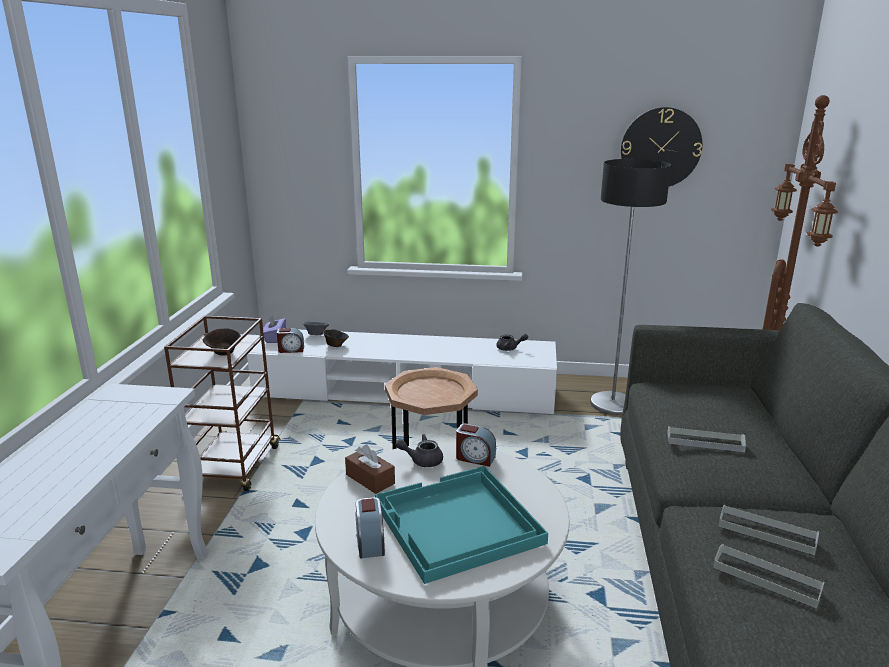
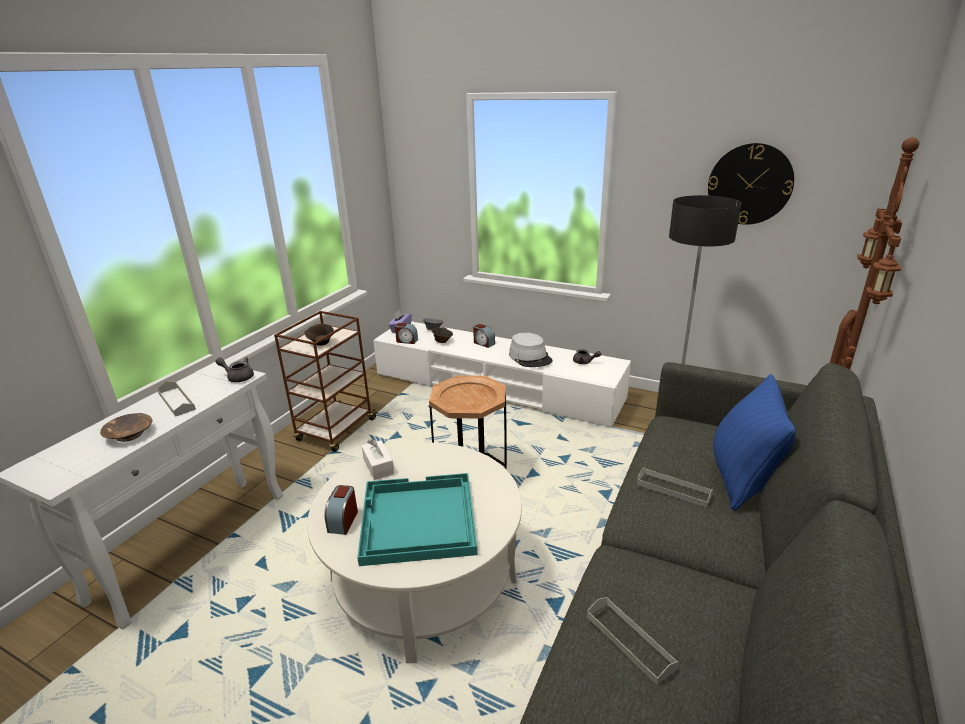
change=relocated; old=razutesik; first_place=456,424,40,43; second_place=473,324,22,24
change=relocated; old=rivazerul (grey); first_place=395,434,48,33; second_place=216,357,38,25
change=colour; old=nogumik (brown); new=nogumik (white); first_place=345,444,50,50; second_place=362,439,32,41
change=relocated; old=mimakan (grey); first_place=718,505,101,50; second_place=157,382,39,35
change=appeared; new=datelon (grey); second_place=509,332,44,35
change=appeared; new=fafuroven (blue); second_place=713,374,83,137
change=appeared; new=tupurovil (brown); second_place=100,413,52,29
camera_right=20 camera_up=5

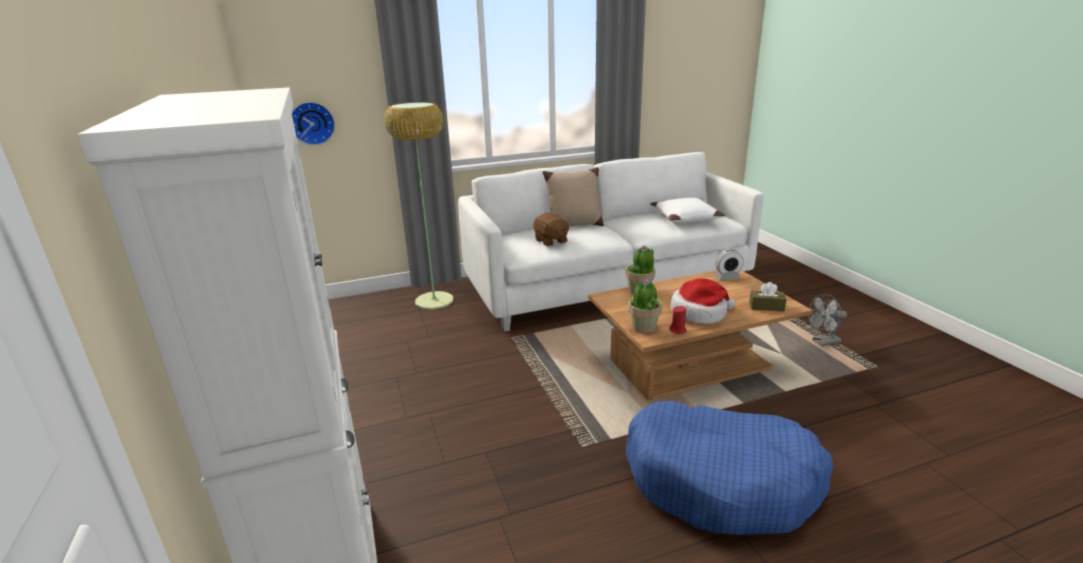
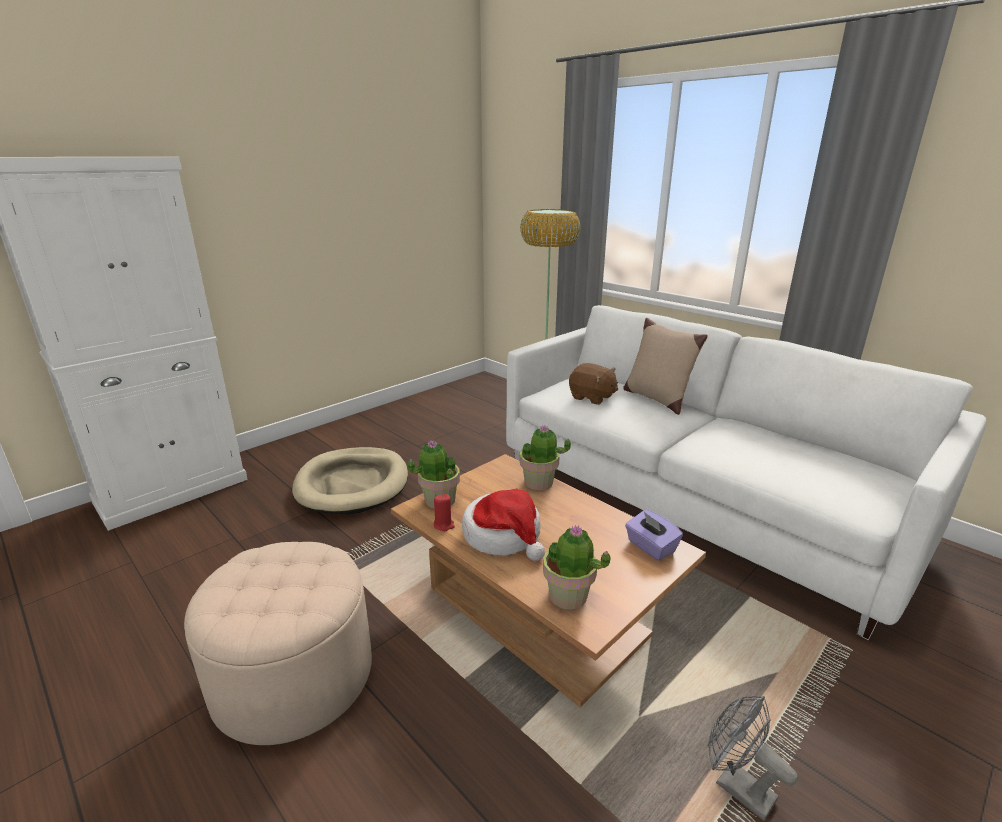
change=missing; old=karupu; first_place=292,102,43,43
change=missing; old=fafuroven (white); first_place=651,198,74,25
change=spun; old=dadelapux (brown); first_place=533,213,37,33; second_place=569,363,49,42; degrees=-90
change=exchanged; old=razutesik; new=nogumik (purple); first_place=715,249,29,31; second_place=625,510,58,51
change=exchanged; old=nogumik (brown); new=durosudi; first_place=749,282,38,30; second_place=543,525,67,85
change=exchanged; old=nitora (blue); new=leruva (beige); first_place=626,401,208,134; second_place=184,542,188,203
change=appeared; new=nitora (beige); second_place=292,447,116,67
camera_right=65 camera_up=0

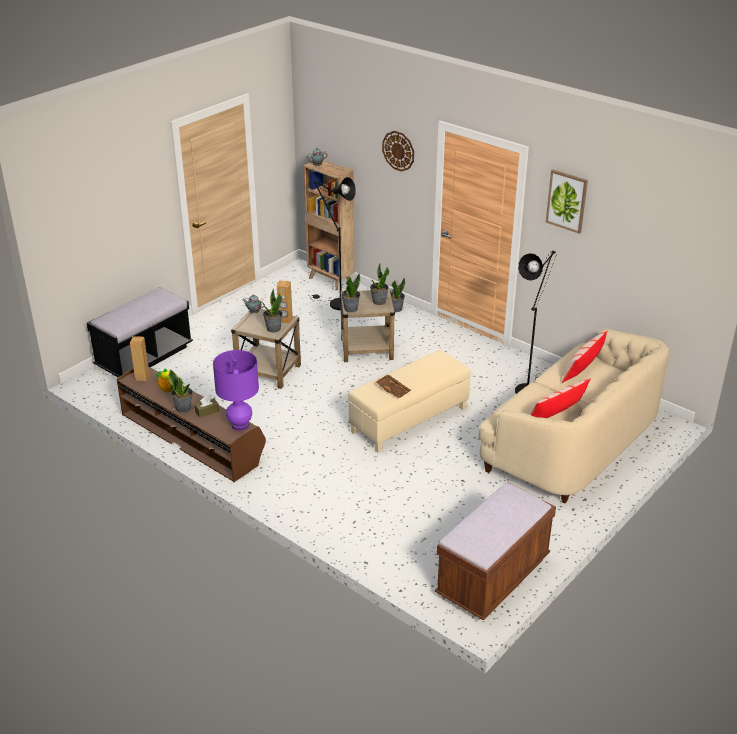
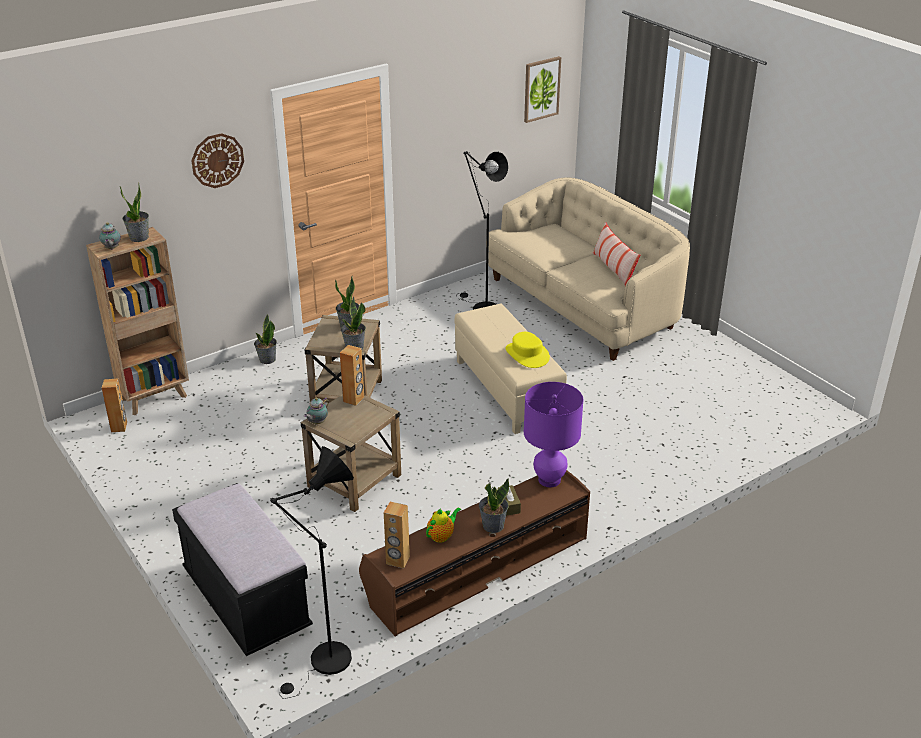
change=relocated; old=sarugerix; first_place=546,170,42,64; second_place=524,56,37,67
change=relocated; old=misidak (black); first_place=313,177,43,133; second_place=270,446,84,253
change=relocated; old=durosudi; first_place=263,289,19,43; second_place=120,182,29,60
change=missing; old=fafuroven; first_place=562,330,46,53
change=exchanged; old=mimakan (brown); new=datelon (yellow); first_place=376,374,35,24; second_place=506,332,44,36
change=missing; old=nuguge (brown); first_place=435,483,121,137
change=appeared; new=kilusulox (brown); second_place=102,378,25,54
camera_right=-75 camera_up=0

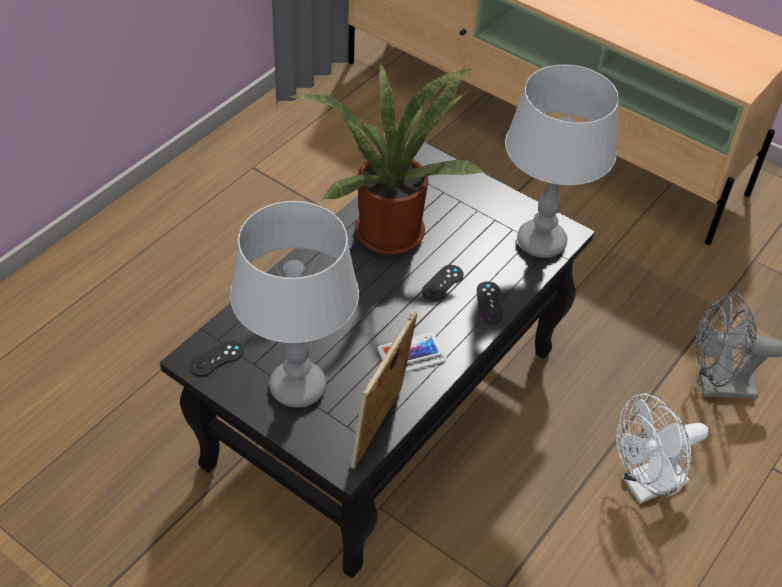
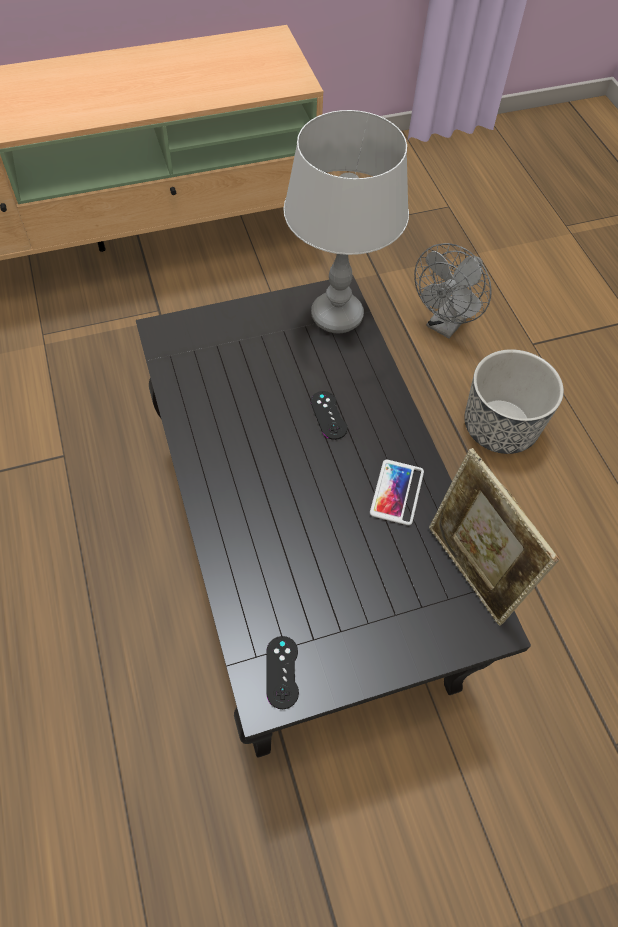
change=missing; old=durosudi; first_place=290,63,196,192
change=missing; old=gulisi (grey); first_place=230,201,129,207
change=missing; old=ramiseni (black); first_place=477,281,26,43
change=exchanged; old=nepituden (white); new=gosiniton; first_place=616,393,93,111; second_place=464,349,100,105
camera_right=-55 camera_up=10

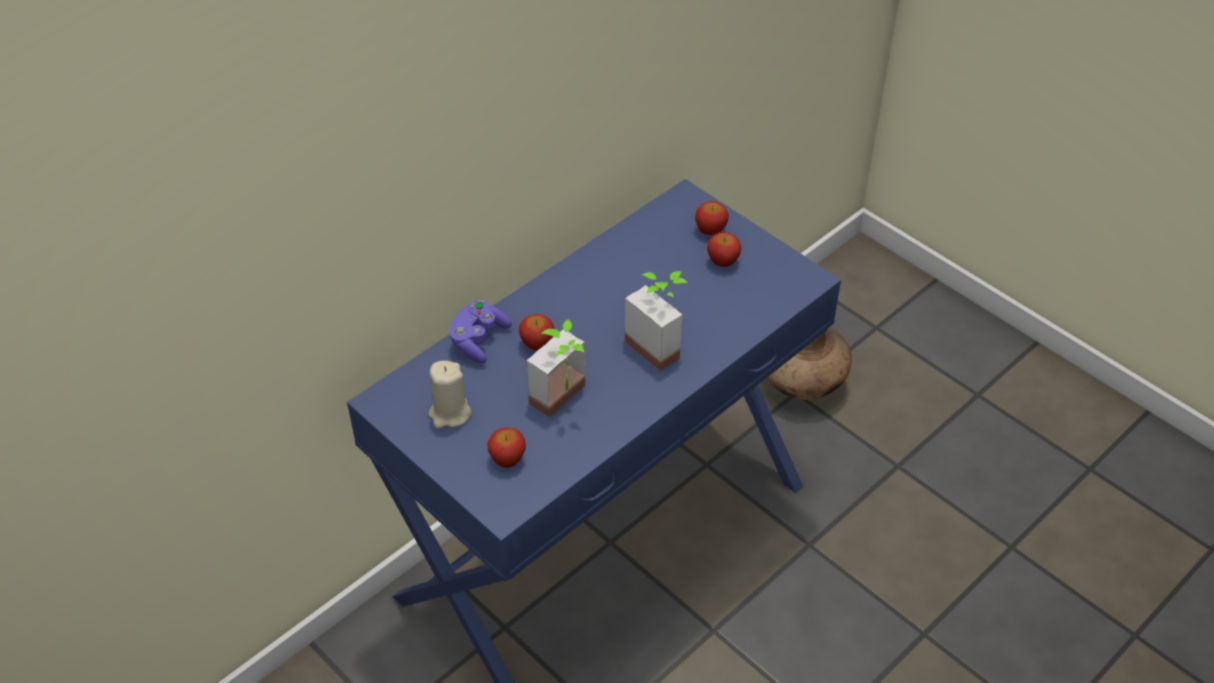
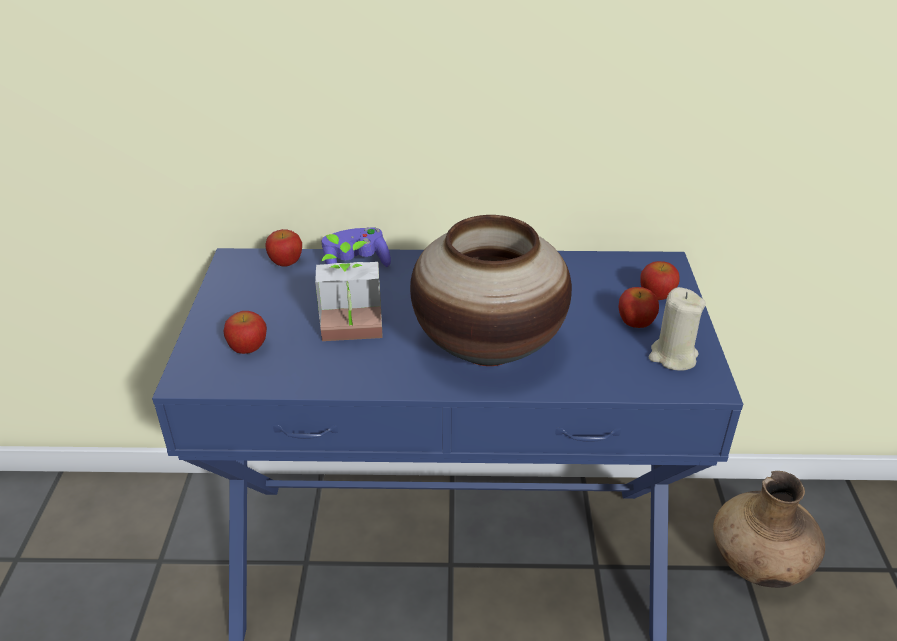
change=exchanged; old=durosudi; new=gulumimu; first_place=625,271,62,100; second_place=410,215,162,151
change=relocated; old=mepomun; first_place=519,314,35,36; second_place=265,229,37,38
change=relocated; old=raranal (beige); first_place=429,360,43,68; second_place=649,287,57,84
camera_right=45 camera_up=-10

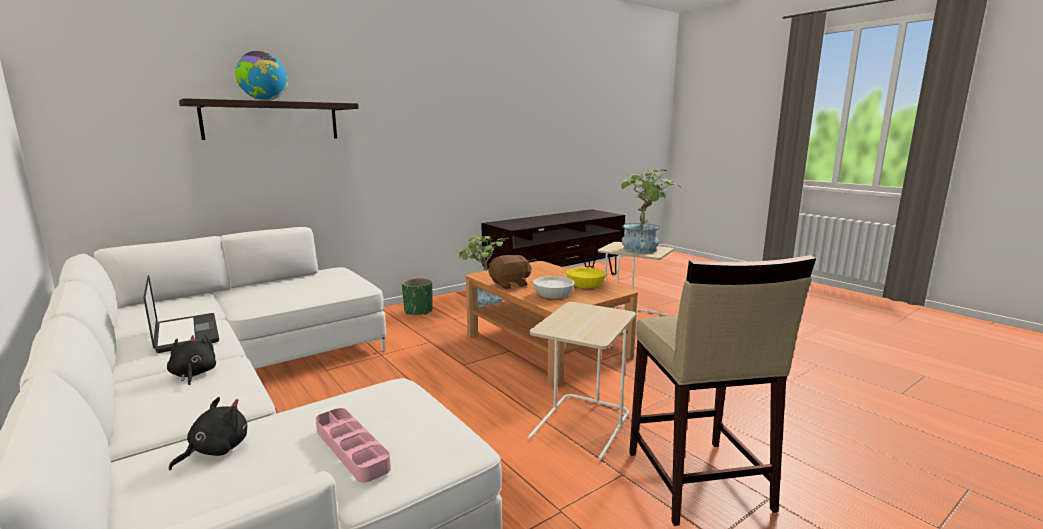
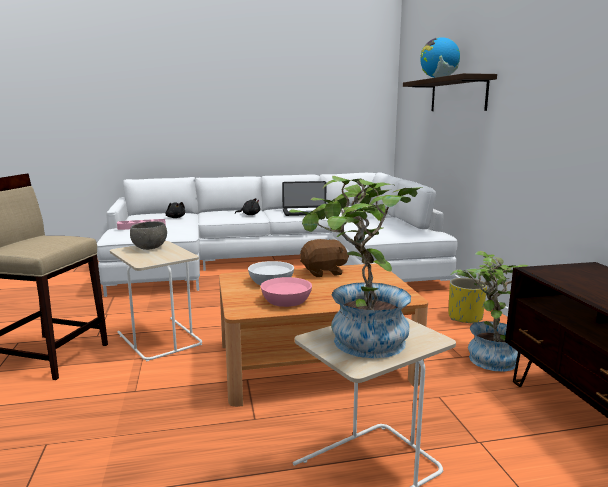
change=spun; old=dadelapux (brown); first_place=489,255,43,34; second_place=300,239,49,38; degrees=-105
change=colour; old=tupurovil (yellow); new=tupurovil (pink); first_place=567,268,39,20; second_place=261,277,51,30
change=colour; old=gosiniton (green); new=gosiniton (yellow); first_place=402,278,30,37; second_place=448,278,39,46
change=appeared; new=tupurovil (grey); second_place=130,221,37,29
camera_right=115 camera_up=0

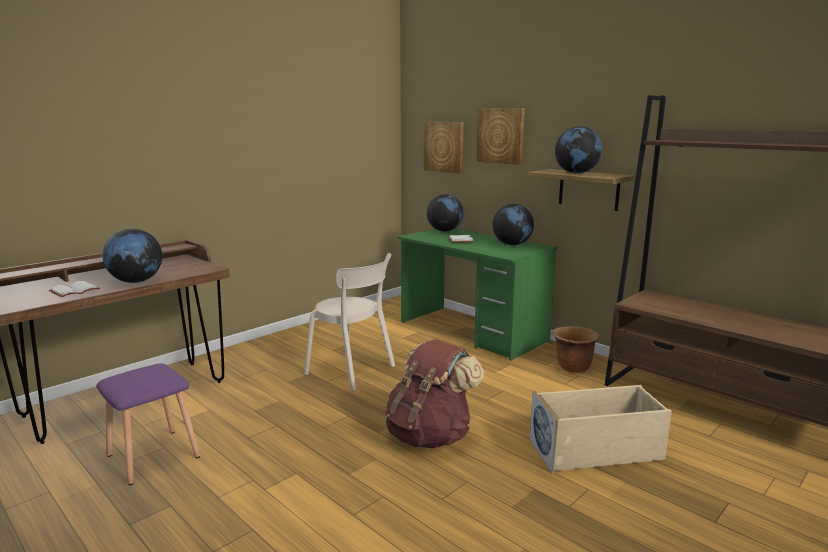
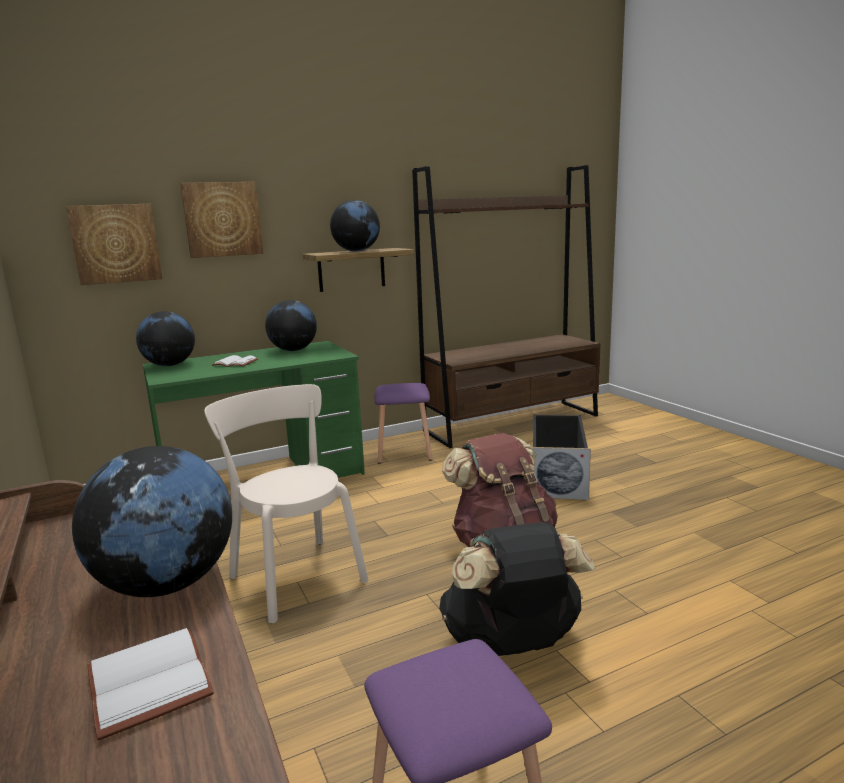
change=spun; old=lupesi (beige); first_place=304,253,91,138; second_place=204,384,164,240; degrees=-90
change=exchanged; old=gosiniton (brown); new=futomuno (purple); first_place=553,326,46,47; second_place=374,383,59,81
change=colour; old=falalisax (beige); new=falalisax (black); first_place=530,385,142,89; second_place=532,414,59,86
change=appeared; new=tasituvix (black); second_place=439,522,156,134
camera_right=-70 camera_up=0

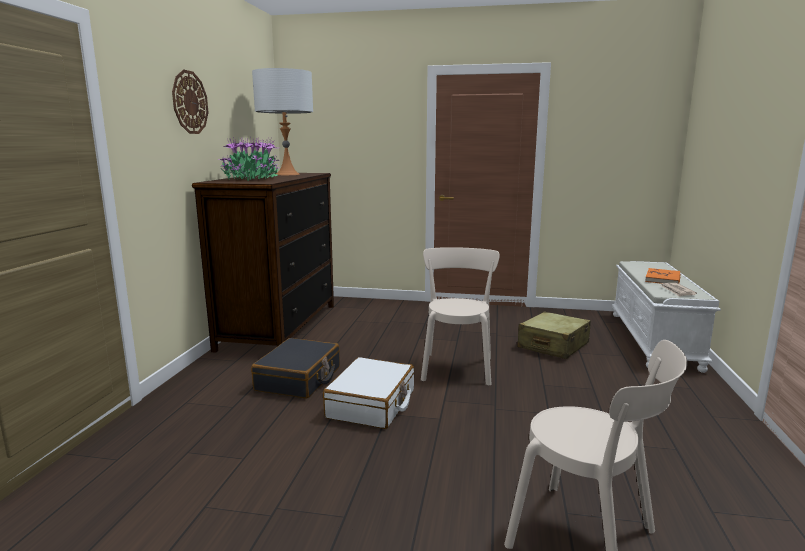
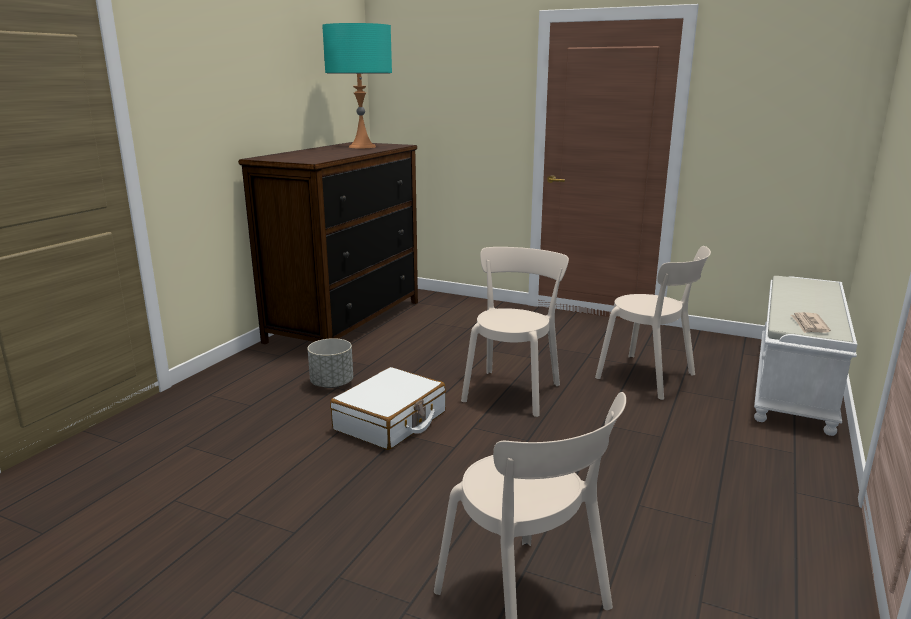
change=colour; old=gulisi (white); new=gulisi (turquoise); first_place=252,68,61,107; second_place=322,23,70,125
change=missing; old=karupu; first_place=172,70,37,64
change=missing; old=durosudi; first_place=218,137,62,44
change=missing; old=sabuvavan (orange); first_place=645,268,36,16
change=exchanged; old=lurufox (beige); new=lupesi (beige); first_place=517,311,74,48; second_place=595,246,116,154
change=exchanged; old=lurufox (black); new=gosiniton (grey); first_place=251,338,89,61; second_place=308,338,45,50
camera_right=15 camera_up=5

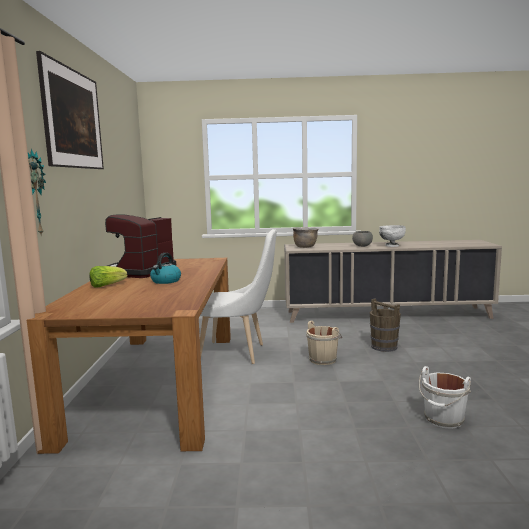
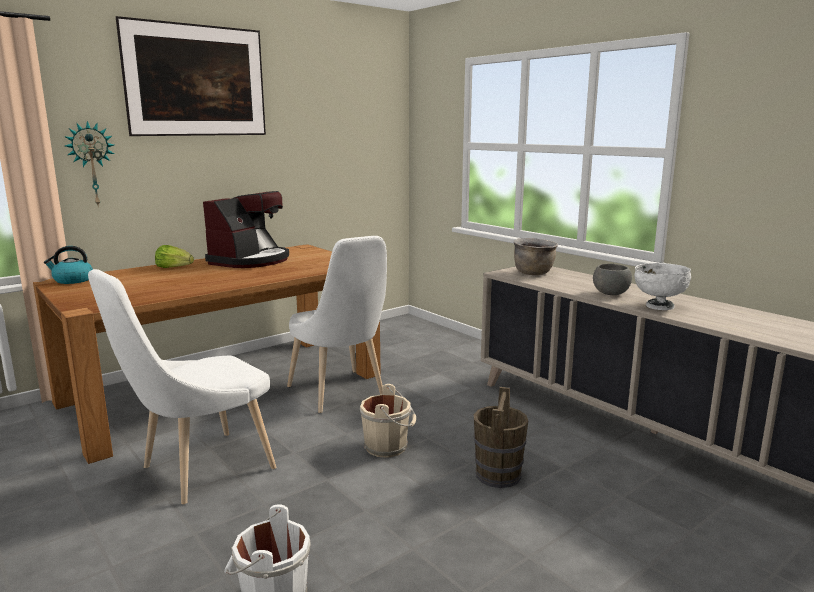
change=spun; old=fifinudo; first_place=105,215,71,63; second_place=203,191,86,77; degrees=135
change=relocated; old=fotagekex; first_place=150,253,31,31; second_place=44,246,49,38
change=appeared; new=lupesi (white); second_place=88,269,188,235
camera_right=50 camera_up=5

